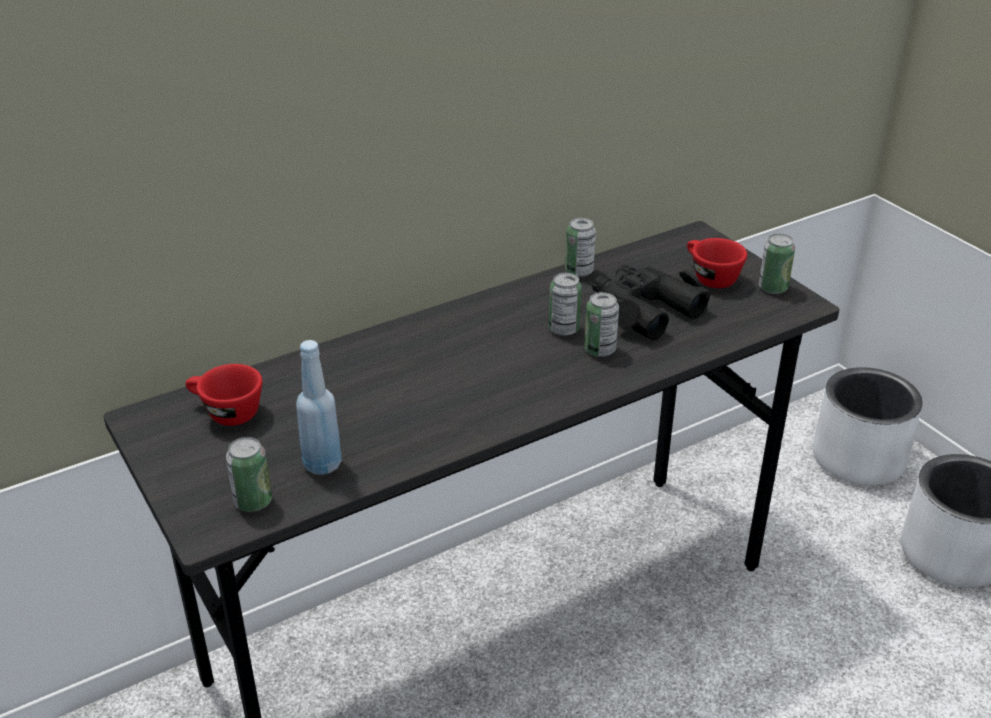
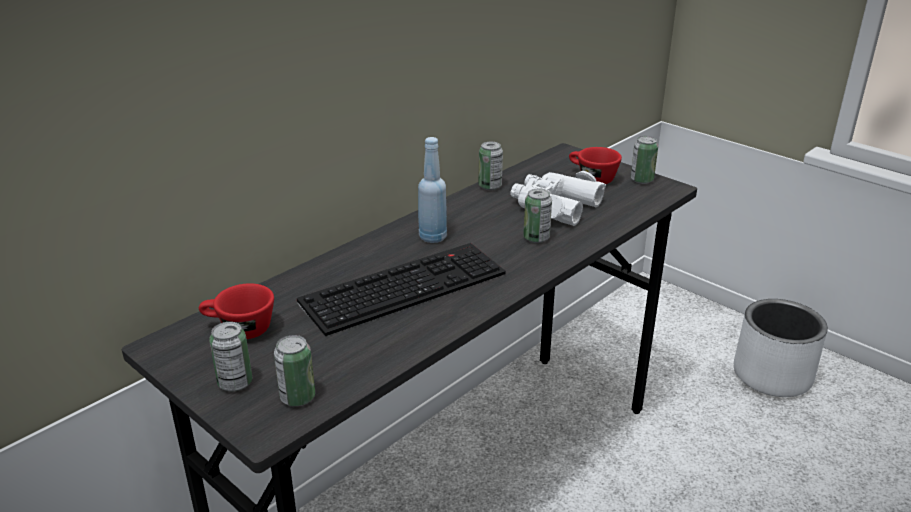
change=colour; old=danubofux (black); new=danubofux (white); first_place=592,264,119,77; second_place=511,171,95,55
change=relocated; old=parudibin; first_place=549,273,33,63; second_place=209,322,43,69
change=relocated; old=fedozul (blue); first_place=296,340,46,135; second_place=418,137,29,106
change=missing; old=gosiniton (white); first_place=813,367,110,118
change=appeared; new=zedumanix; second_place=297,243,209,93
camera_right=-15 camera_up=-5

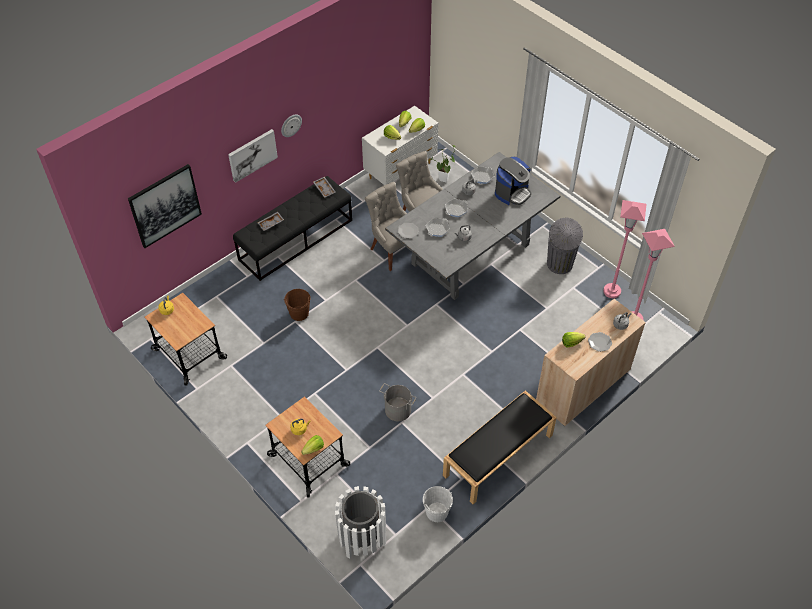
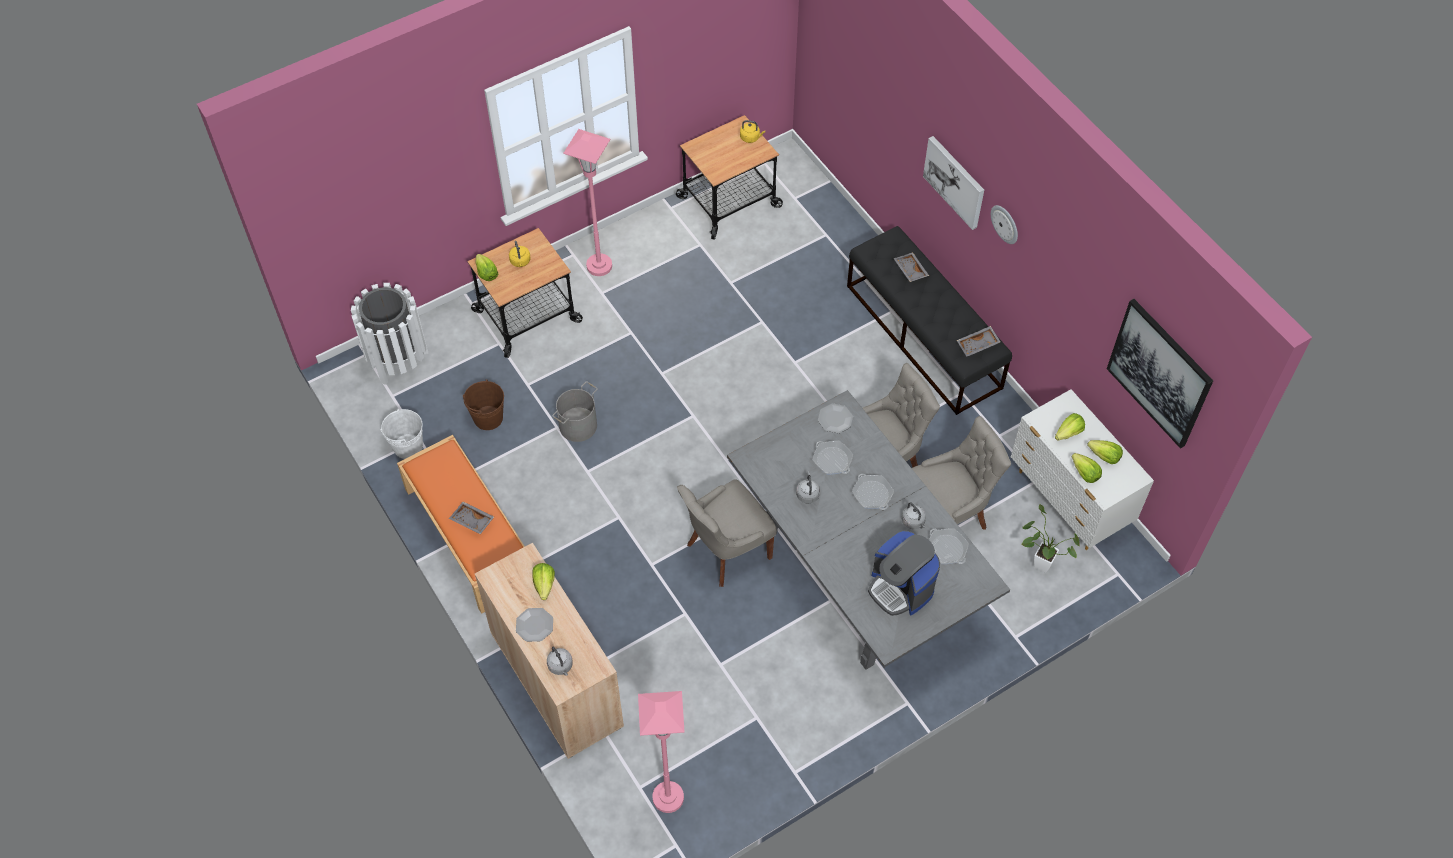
change=relocated; old=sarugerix; first_place=128,164,74,84; second_place=1107,299,106,150
change=relocated; old=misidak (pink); first_place=603,200,44,98; second_place=563,129,49,147
change=missing; old=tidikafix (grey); first_place=547,218,36,56
change=relocated; old=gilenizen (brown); first_place=284,289,27,32; second_place=463,379,41,51
change=colour; old=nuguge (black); new=nuguge (orange); first_place=443,390,114,114; second_place=397,435,128,179
change=appeared; new=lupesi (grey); second_place=677,479,99,108
change=appeared; new=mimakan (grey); second_place=449,502,45,32
camera_right=100 camera_up=5

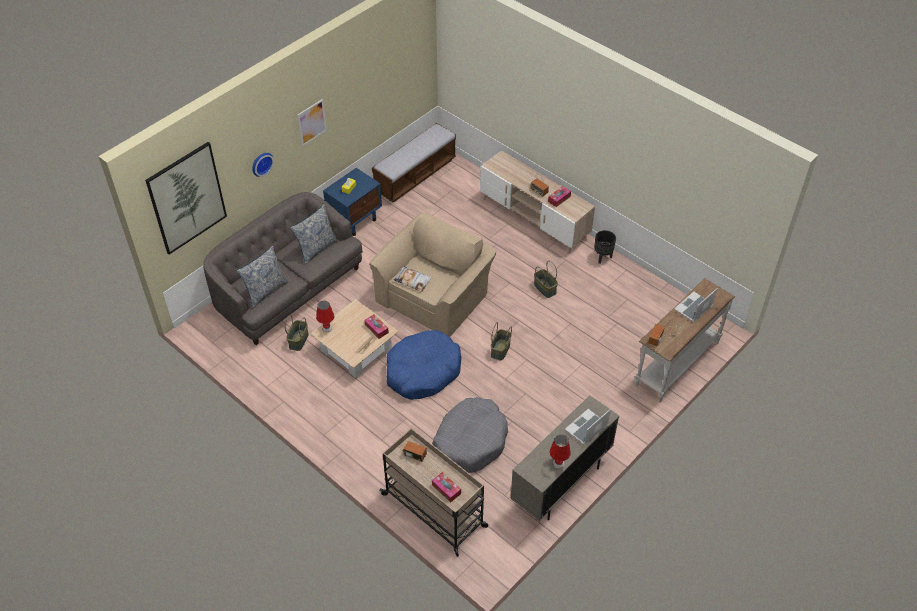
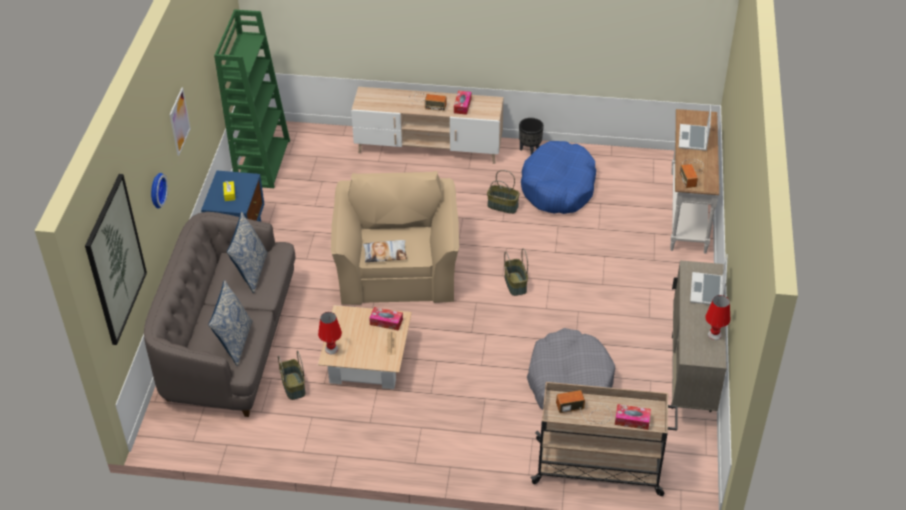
change=exchanged; old=nuguge; new=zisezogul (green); first_place=372,123,84,79; second_place=214,9,76,179
change=relocated; old=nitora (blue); first_place=387,330,74,70; second_place=521,141,75,73
camera_right=-35 camera_up=-5

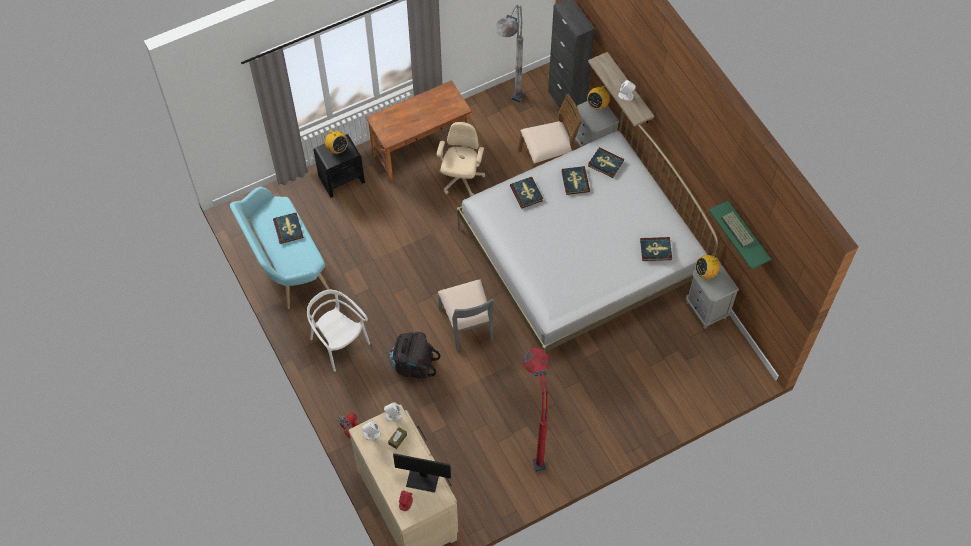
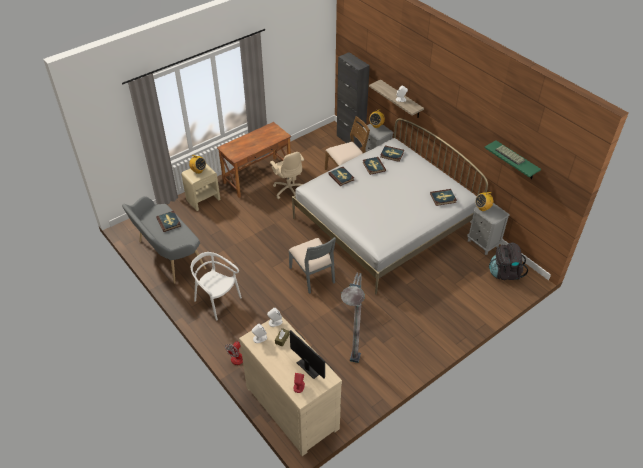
change=relocated; old=misidak (grey); first_place=495,5,30,98; second_place=341,272,24,91
change=spun; old=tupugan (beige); first_place=436,122,49,75; second_place=270,152,34,47; degrees=150
change=colour; old=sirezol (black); new=sirezol (beige); first_place=314,134,51,64; second_place=181,164,40,47
change=colour; old=nuguge (turquoise); new=nuguge (grey); first_place=230,187,100,122; second_place=122,196,84,88
change=relocated; old=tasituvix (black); first_place=389,332,51,47; second_place=489,243,39,37
change=missing; old=misidak (red); first_place=522,348,28,124
change=spun; old=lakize; first_place=393,453,58,40; second_place=289,330,36,49; degrees=-135
camera_right=-10 camera_up=-15

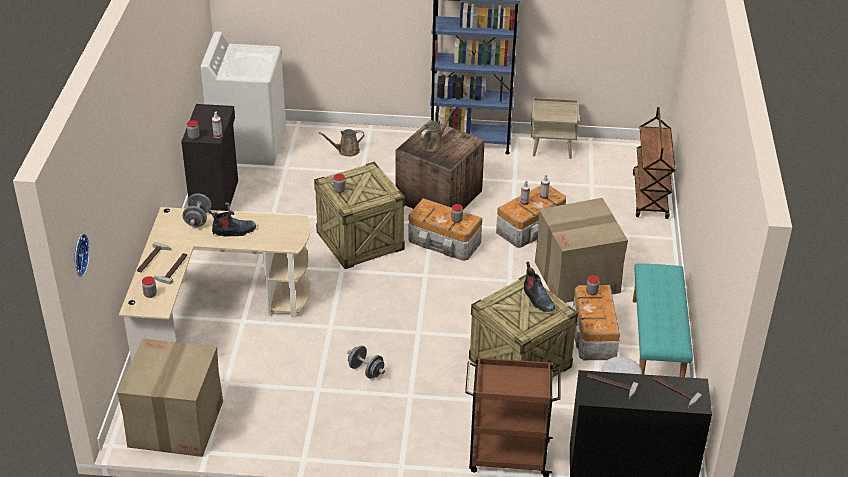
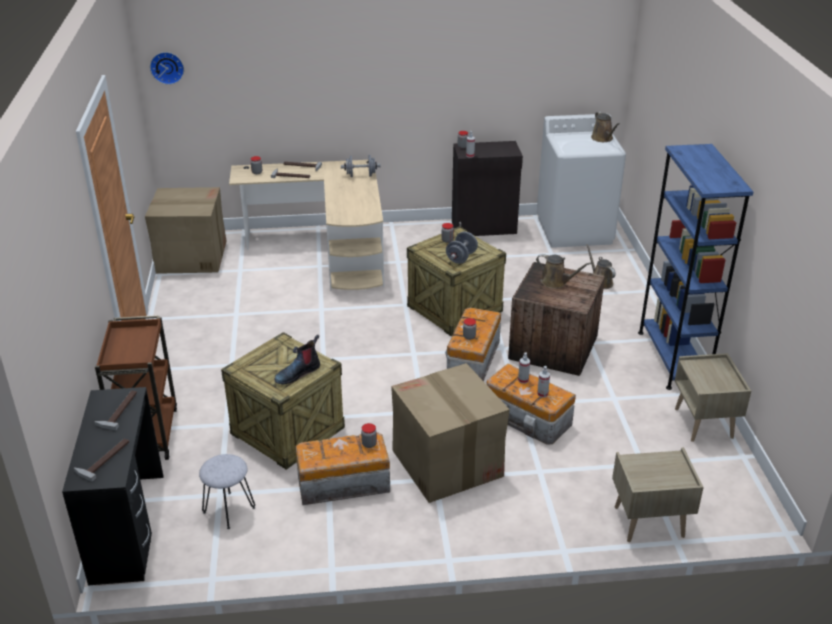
change=exchanged; old=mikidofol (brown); new=sirezol (beige); first_place=633,107,43,112; second_place=612,447,92,95
change=missing; old=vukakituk; first_place=208,210,48,26
change=missing; old=nuguge (turquoise); first_place=633,263,60,114
change=relocated; old=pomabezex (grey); first_place=347,345,38,34; second_place=446,232,32,32
change=appeared; new=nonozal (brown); second_place=591,112,29,30
camera_right=80 camera_up=-5

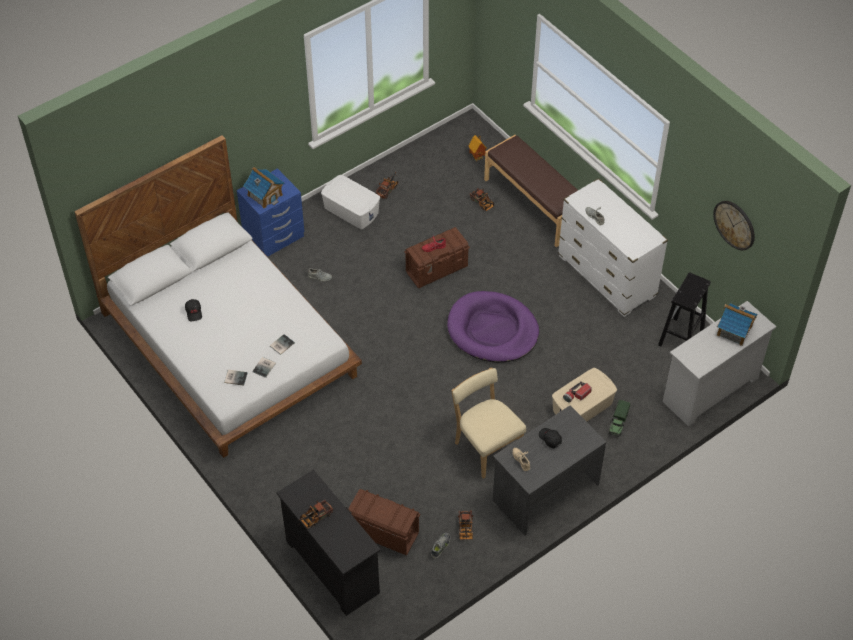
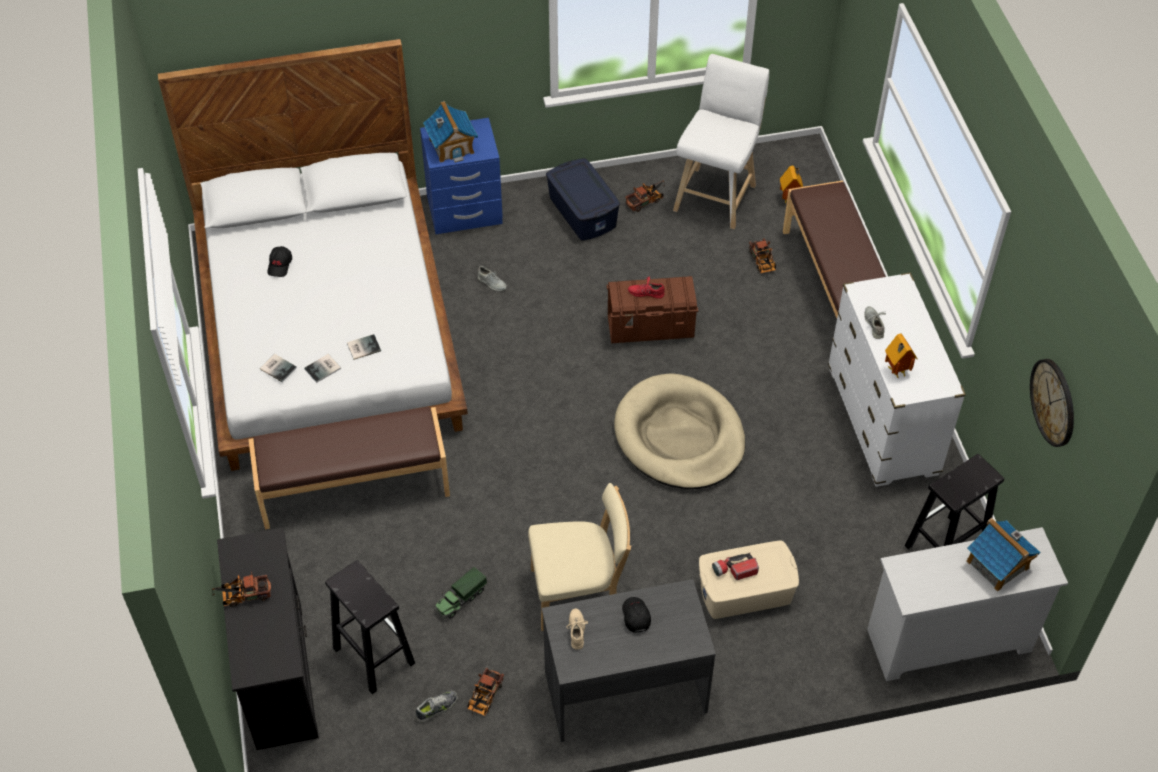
change=colour; old=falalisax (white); new=falalisax (blue); first_place=321,175,59,54; second_place=546,158,74,83
change=colour; old=nitora (purple); new=nitora (beige); first_place=447,291,92,72; second_place=614,373,131,116
change=spun; old=lupesi (beige); first_place=451,368,75,111; second_place=528,483,103,148; degrees=90
change=relocated; old=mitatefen; first_place=609,400,21,37; second_place=433,567,54,52
change=exchanged; old=falalisax (brown); new=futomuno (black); first_place=348,489,72,66; second_place=325,560,90,134
change=appeared; new=futomuno (white); second_place=673,54,96,175
change=appeared; new=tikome; second_place=885,333,32,45
change=appeared; new=nuguge (brown); second_place=248,407,202,122
camera_right=25 camera_up=0

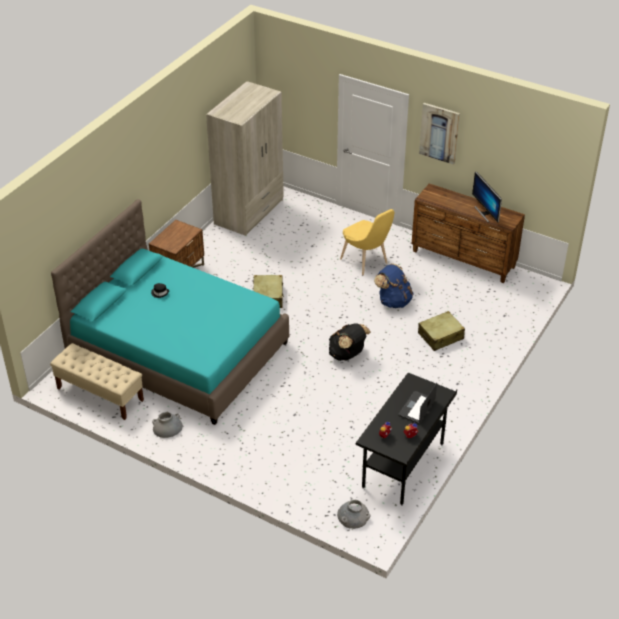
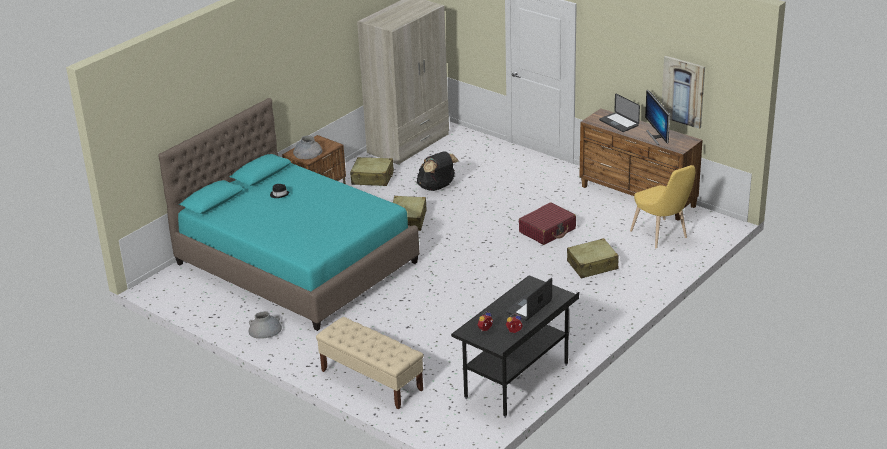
change=relocated; old=sarugerix; first_place=419,103,41,62; second_place=662,56,43,73
change=relocated; old=lupesi (yellow); first_place=340,209,54,66; second_place=630,165,66,83
change=exchanged; old=tasituvix (blue); new=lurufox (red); first_place=374,263,40,45; second_place=519,202,57,43
change=relocated; old=tasituvix (black); first_place=329,323,42,38; second_place=417,151,42,40
change=relocated; old=nuguge (beige); first_place=50,343,94,77; second_place=316,317,108,92
change=relocated; old=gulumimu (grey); first_place=337,500,33,29; second_place=293,136,29,23
change=appeared; new=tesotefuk; second_place=599,93,41,39
change=appeared; new=lurufox (beige); second_place=350,157,44,29
camera_right=10 camera_up=-10

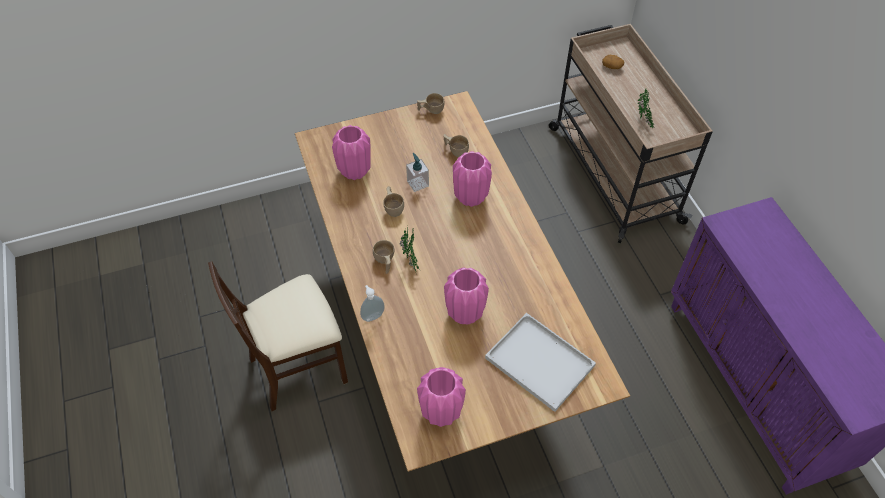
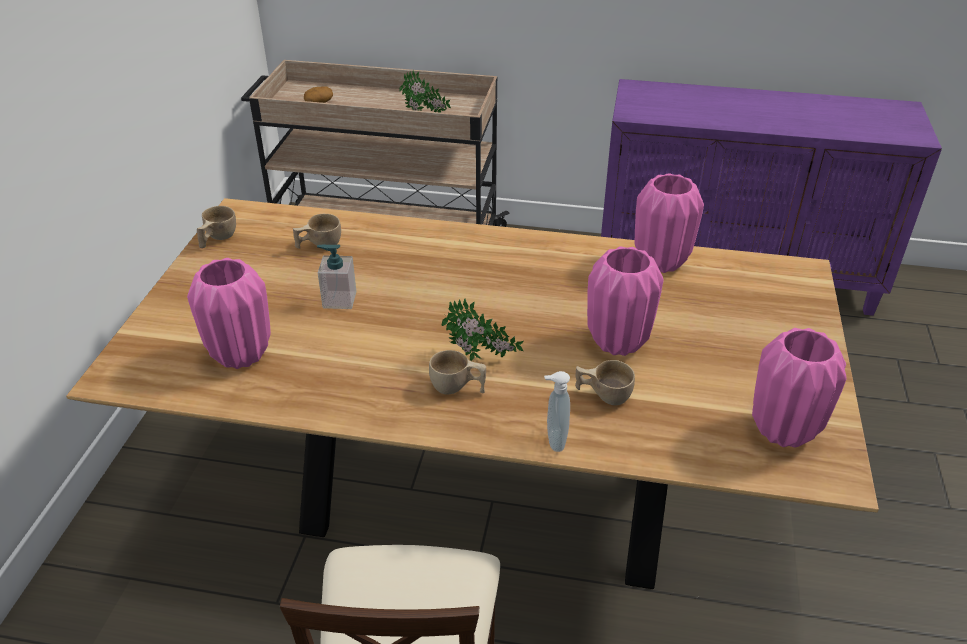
change=relocated; old=gulumimu (pink); first_place=453,151,39,56; second_place=635,173,69,100
change=relocated; old=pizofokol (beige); first_place=383,186,21,31; second_place=575,360,60,46
change=missing; old=mimakan (white); first_place=485,313,111,99
camera_right=-60 camera_up=-15

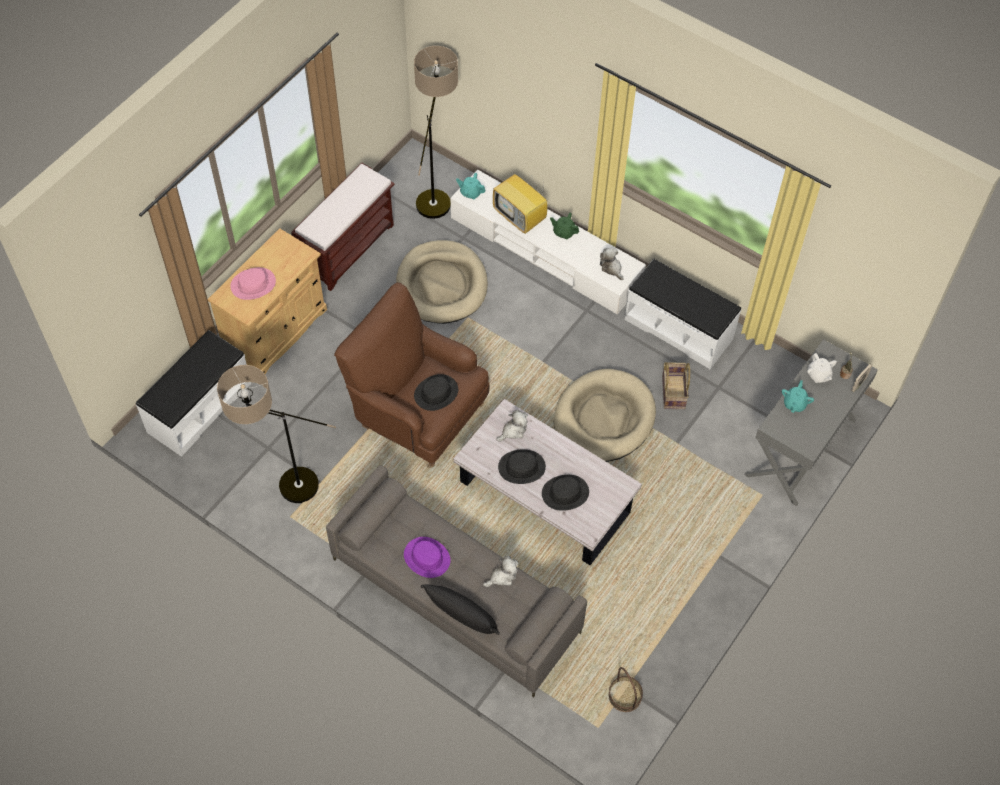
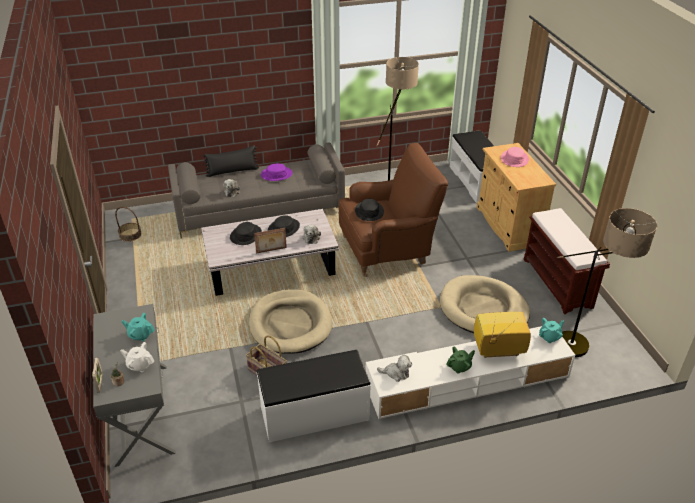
change=spun; old=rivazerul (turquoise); first_place=782,380,32,33; second_place=121,313,34,28; degrees=135
change=appeared; new=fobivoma; second_place=254,228,33,25
camera_right=130 camera_up=-20

